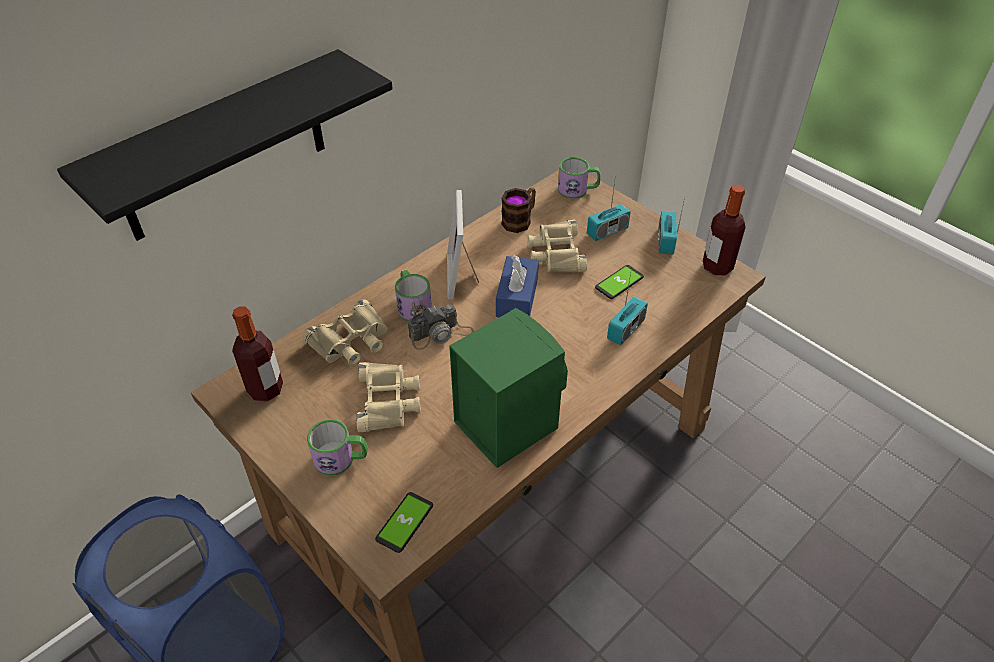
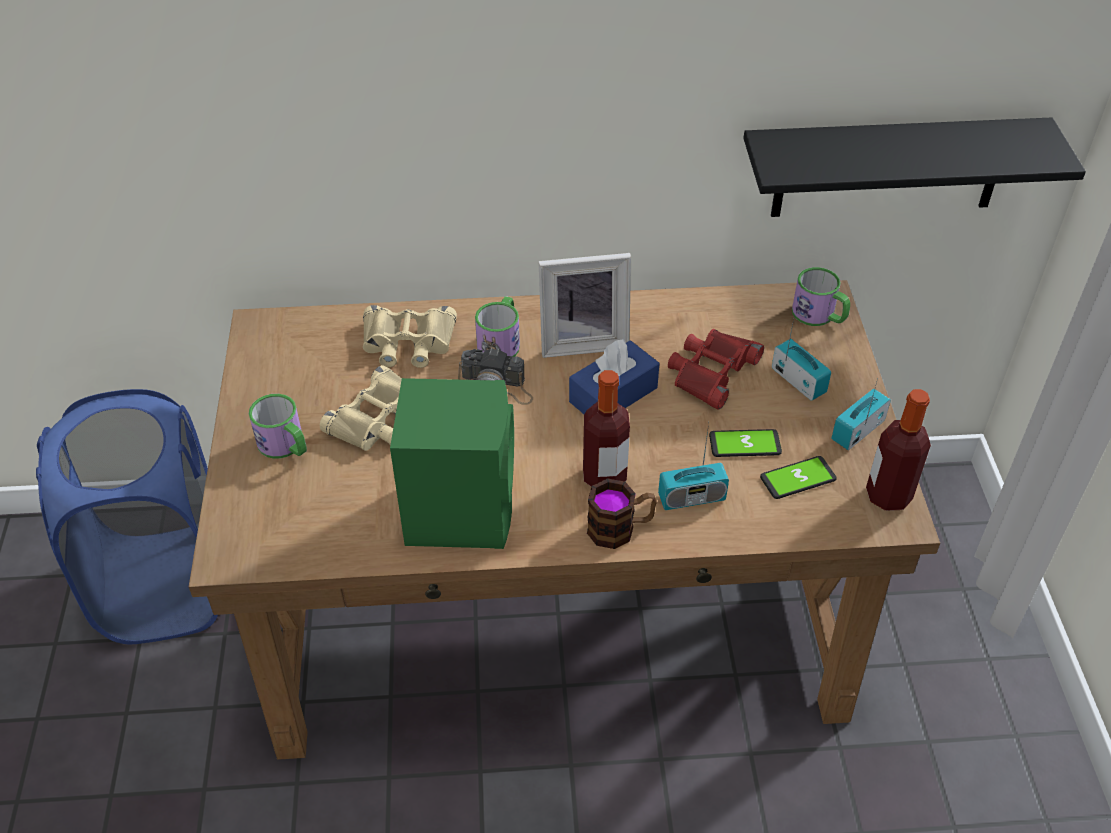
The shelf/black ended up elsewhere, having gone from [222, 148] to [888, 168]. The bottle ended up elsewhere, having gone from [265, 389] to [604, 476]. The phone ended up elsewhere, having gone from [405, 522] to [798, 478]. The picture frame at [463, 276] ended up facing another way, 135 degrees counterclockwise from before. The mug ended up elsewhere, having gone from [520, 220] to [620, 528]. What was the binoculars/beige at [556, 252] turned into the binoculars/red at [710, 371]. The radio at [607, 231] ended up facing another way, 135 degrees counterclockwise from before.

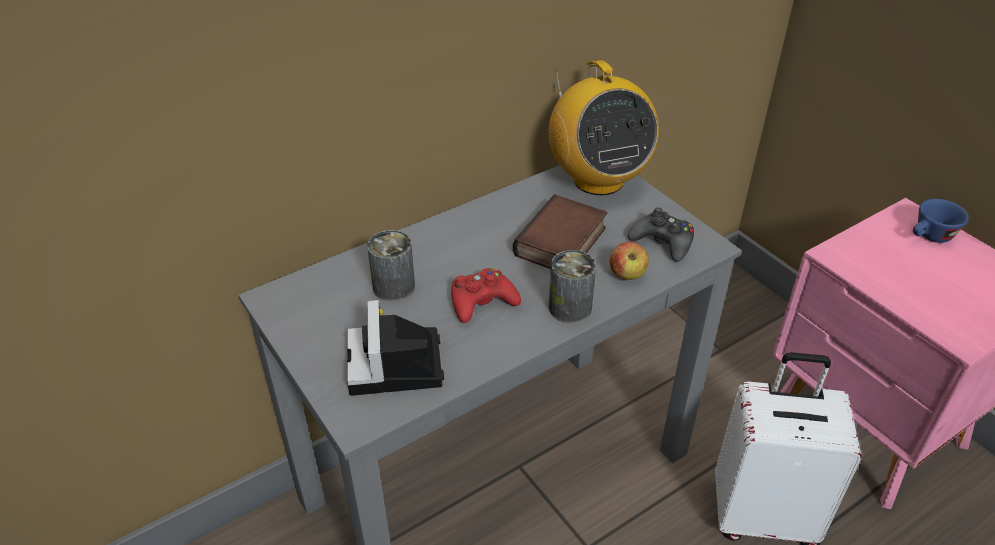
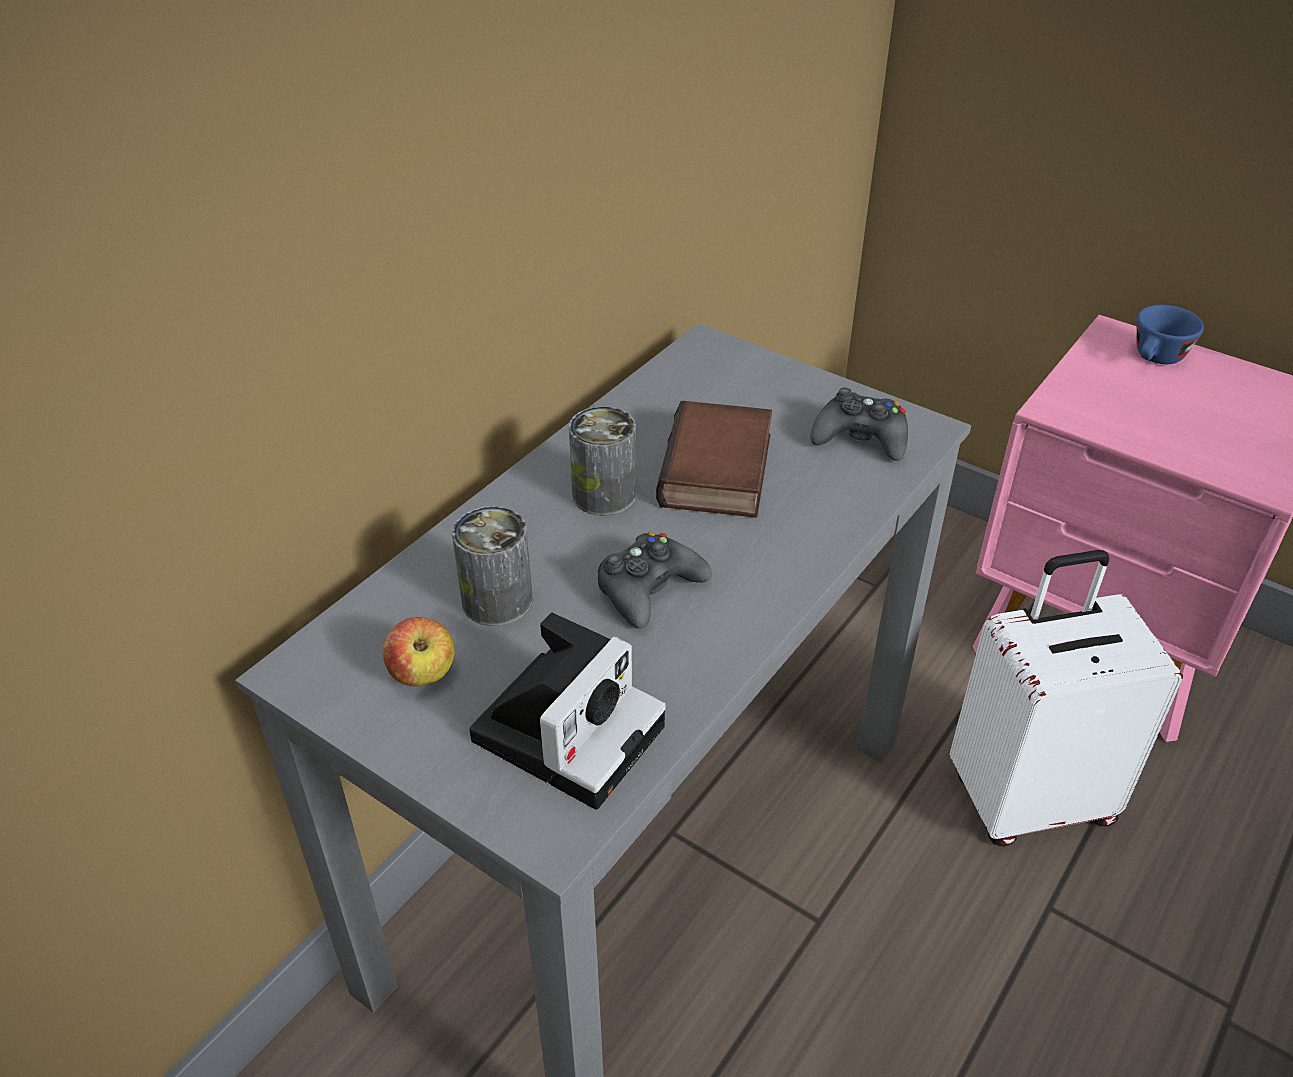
The photo camera at [396, 367] ended up facing another way, 120 degrees counterclockwise from before. What was the game controller/red at [482, 302] turned into the game controller/black at [649, 589]. The second view lost the radio at [597, 180]. The can ended up elsewhere, having gone from [570, 308] to [604, 494]. The apple ended up elsewhere, having gone from [627, 275] to [423, 674].

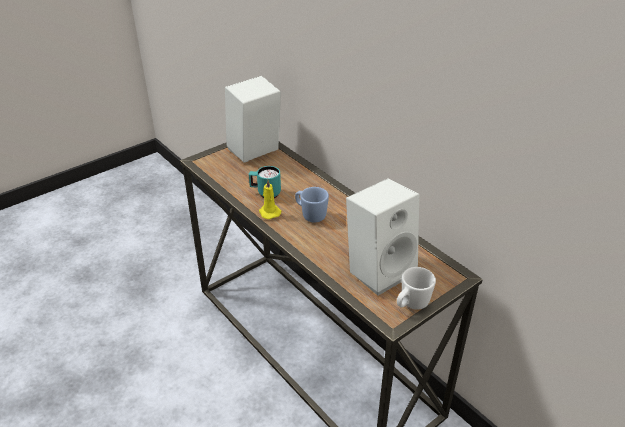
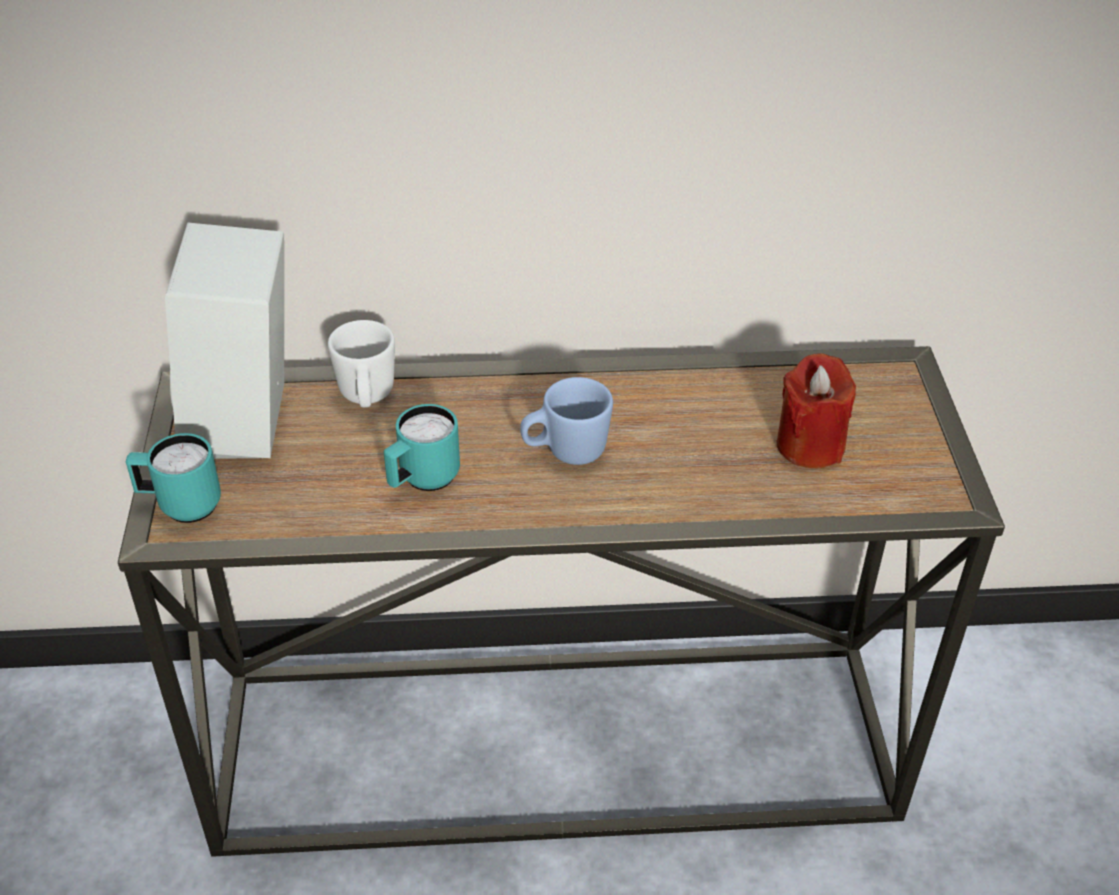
The second view lost the candle/yellow at [269, 212]. Where the speaker/white stood at [379, 269], the candle/red came to stand at [810, 445]. The mug/white ended up elsewhere, having gone from [411, 304] to [367, 398]. The second view gained the mug/turquoise at [180, 506].

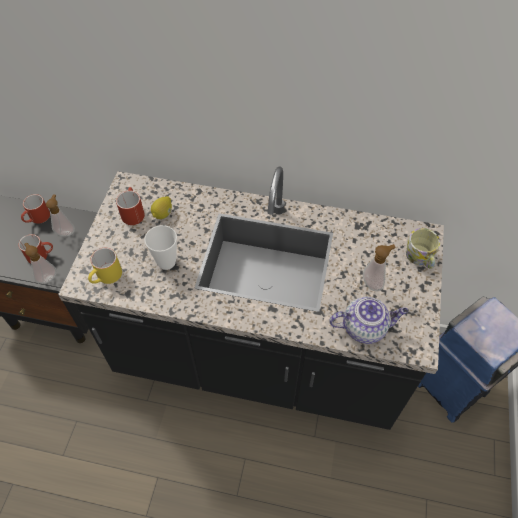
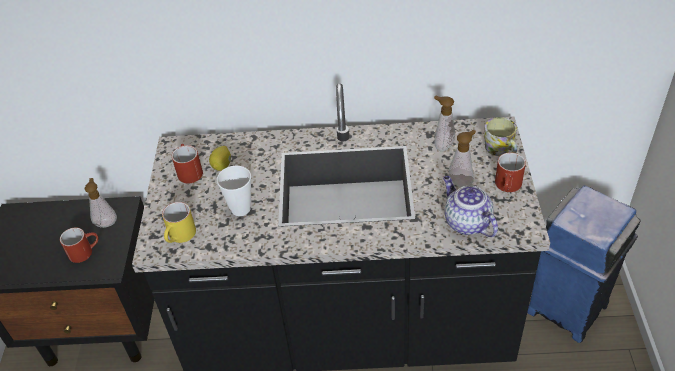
The mug/red ended up elsewhere, having gone from [37, 219] to [508, 187]. The soap dispenser ended up elsewhere, having gone from [47, 277] to [442, 145]. The teapot at [365, 327] ended up facing another way, 105 degrees counterclockwise from before.

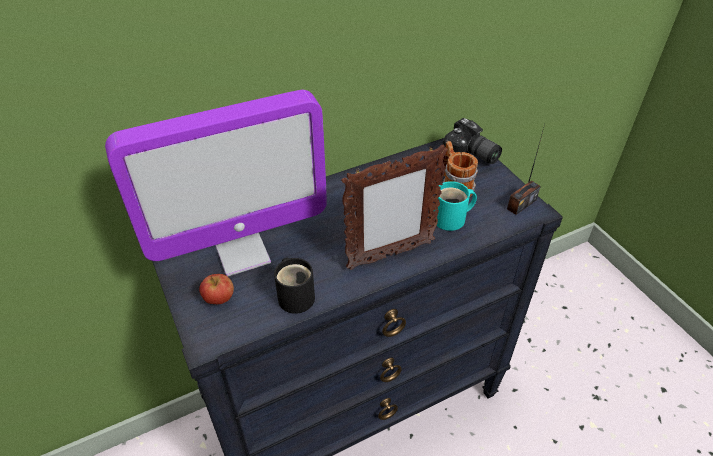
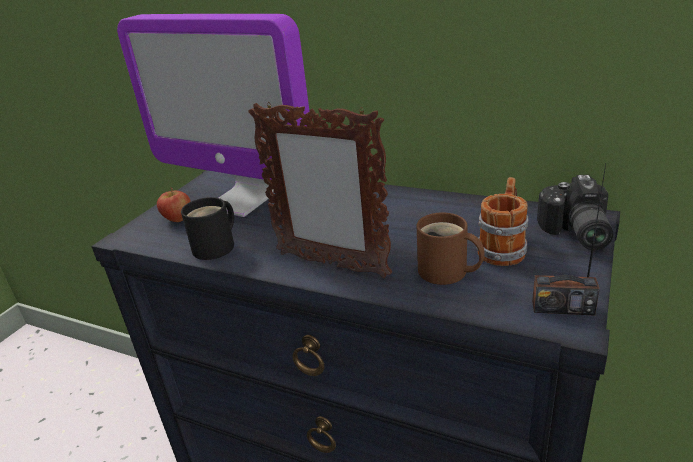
What was the mug/turquoise at [452, 219] turned into the mug/brown at [446, 273].

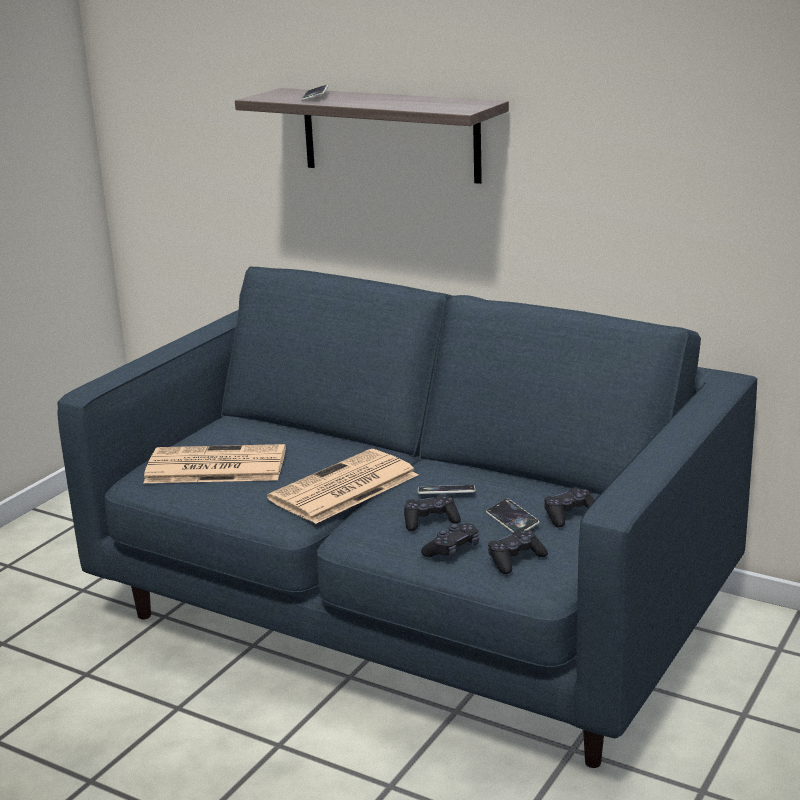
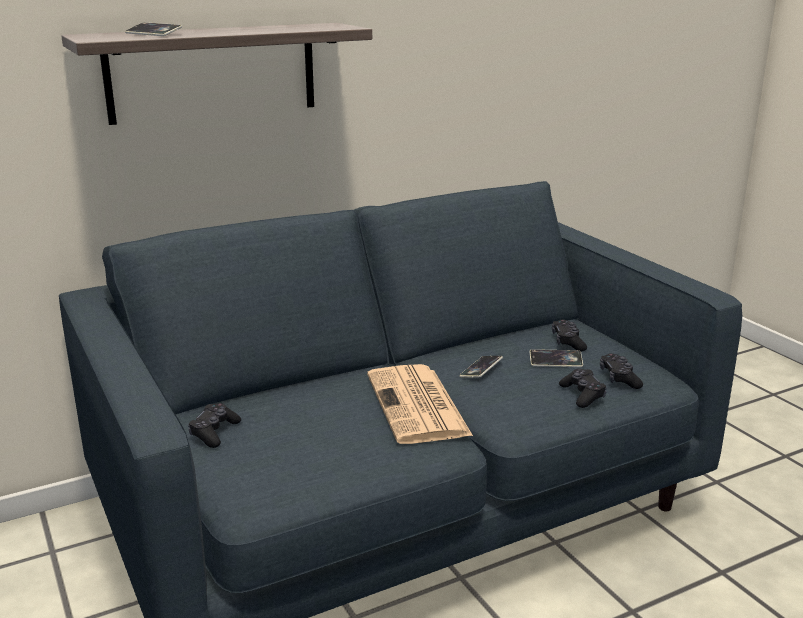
The second view lost the newspaper at [214, 467]. The game controller/black ended up elsewhere, having gone from [430, 521] to [214, 432].

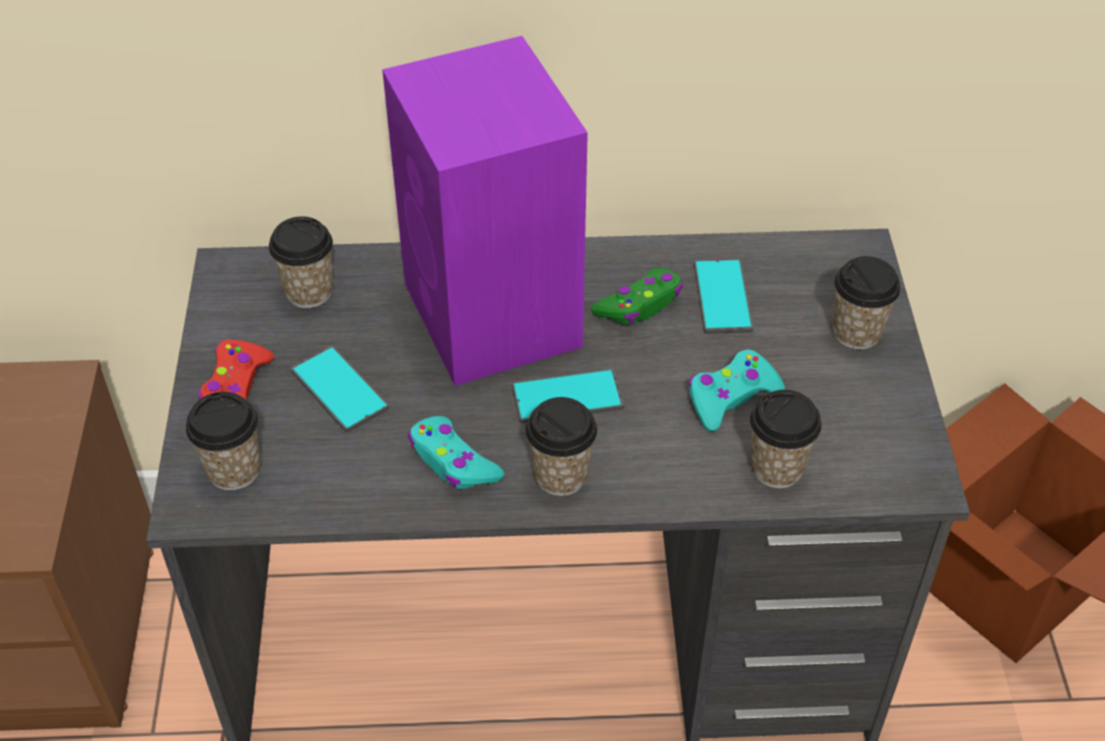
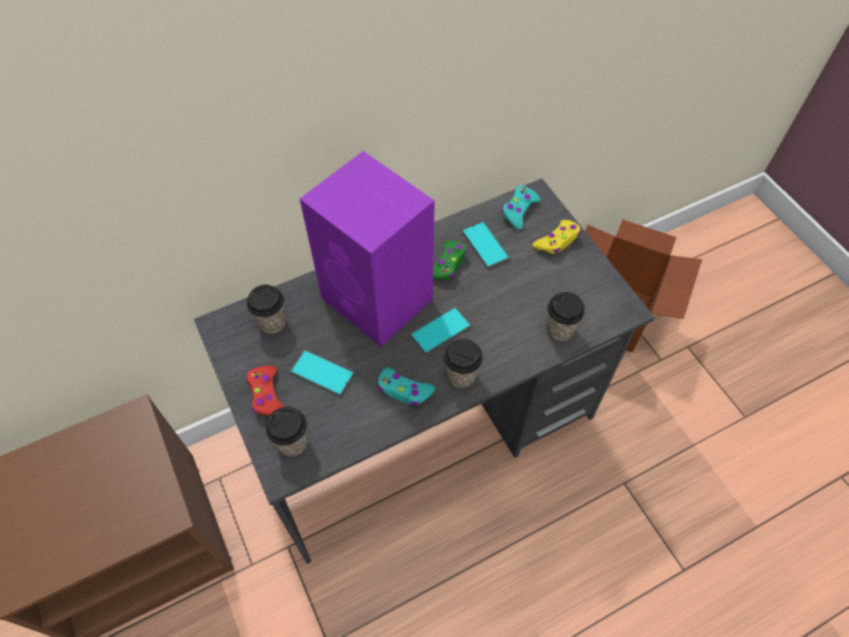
The game controller/turquoise ended up elsewhere, having gone from [731, 397] to [519, 210]. Where the cup stood at [856, 332], the game controller/yellow came to stand at [557, 241].

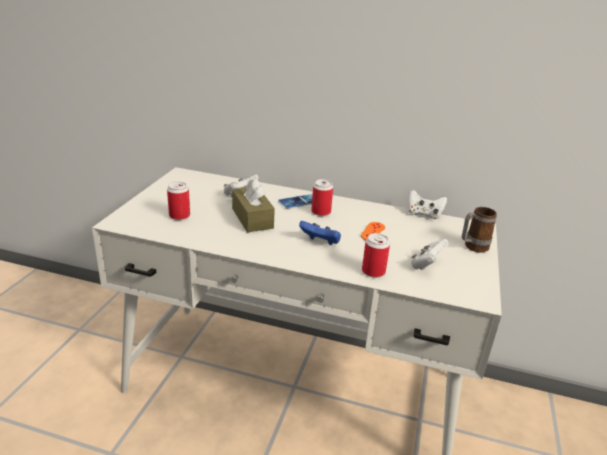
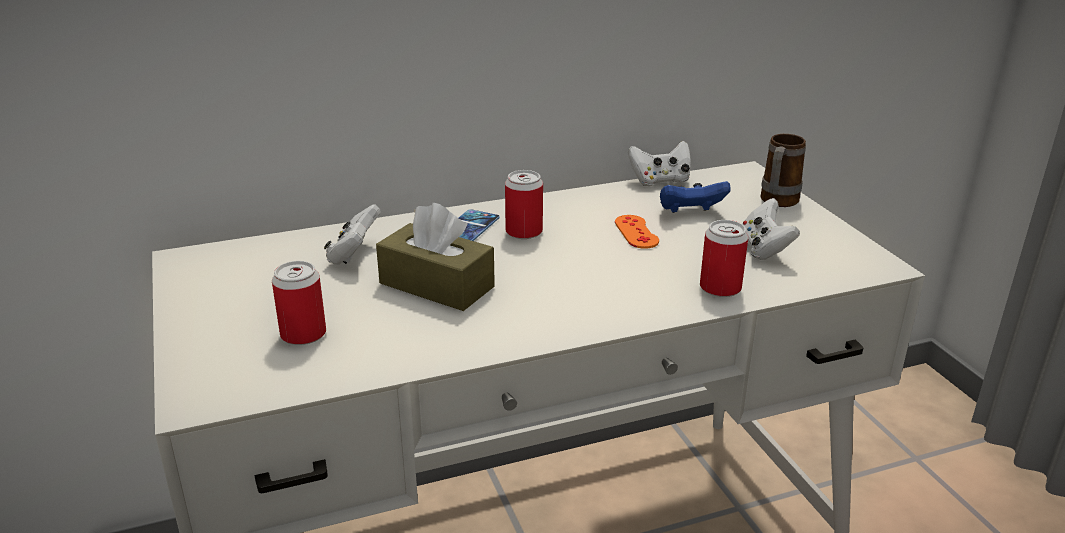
The game controller/blue ended up elsewhere, having gone from [320, 242] to [690, 212].

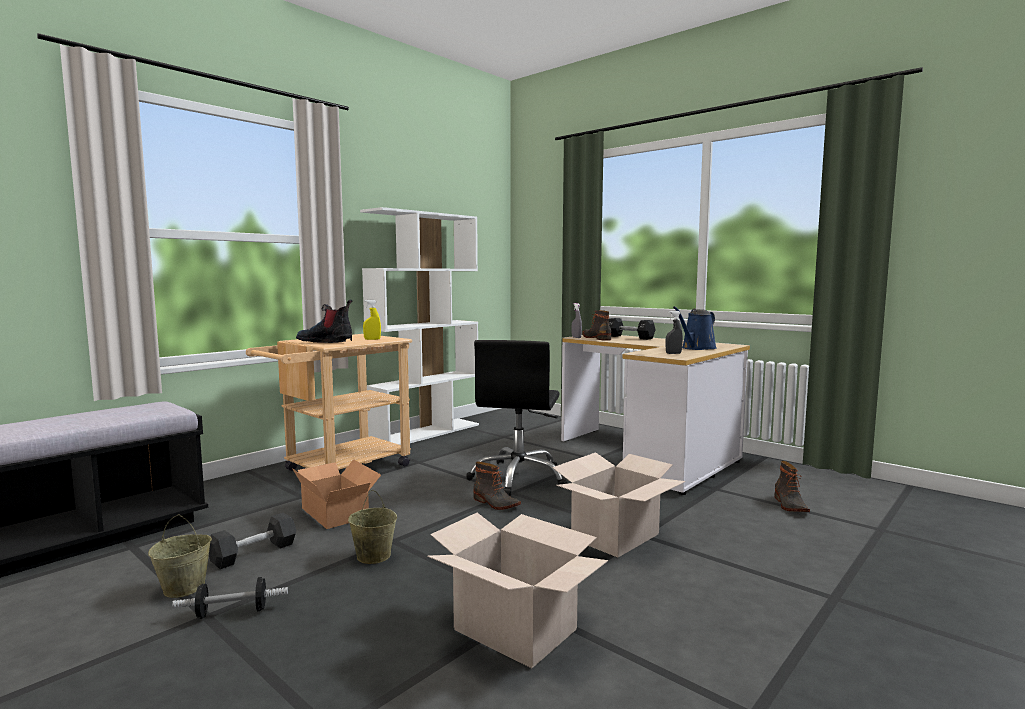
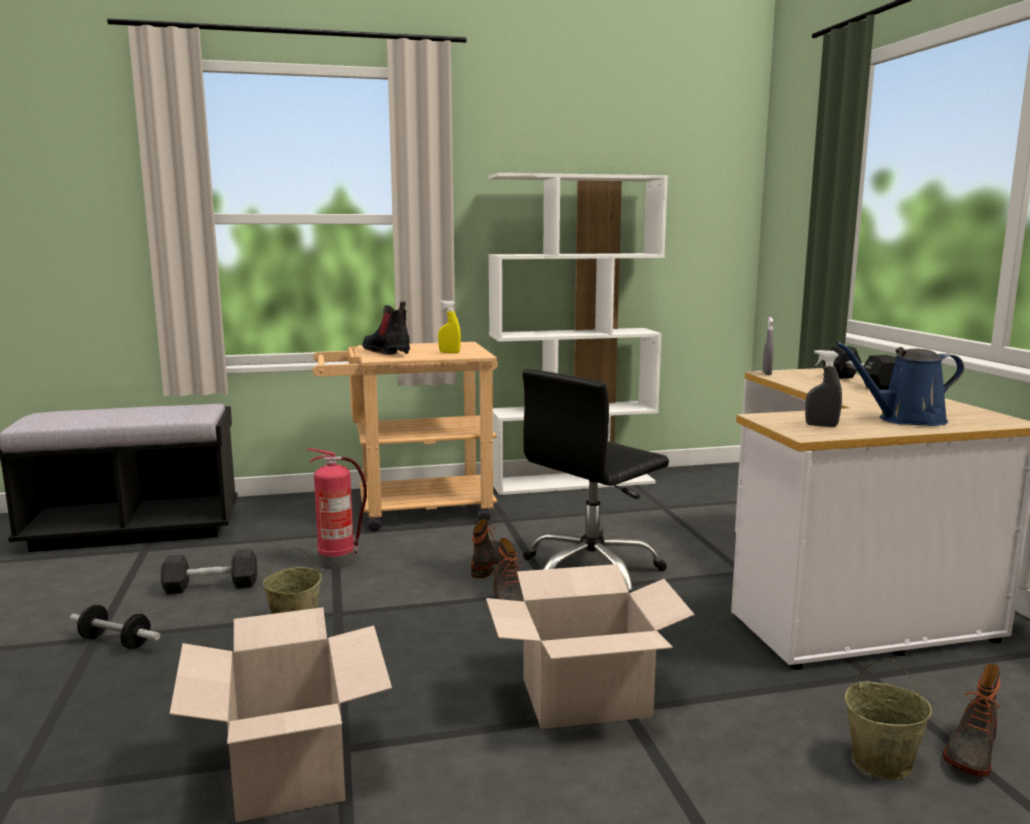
The bucket/beige ended up elsewhere, having gone from [185, 588] to [882, 762]. Where the cardboard box stood at [337, 511], the fire extinguisher came to stand at [338, 561]. The boot ended up elsewhere, having gone from [597, 338] to [488, 563].

